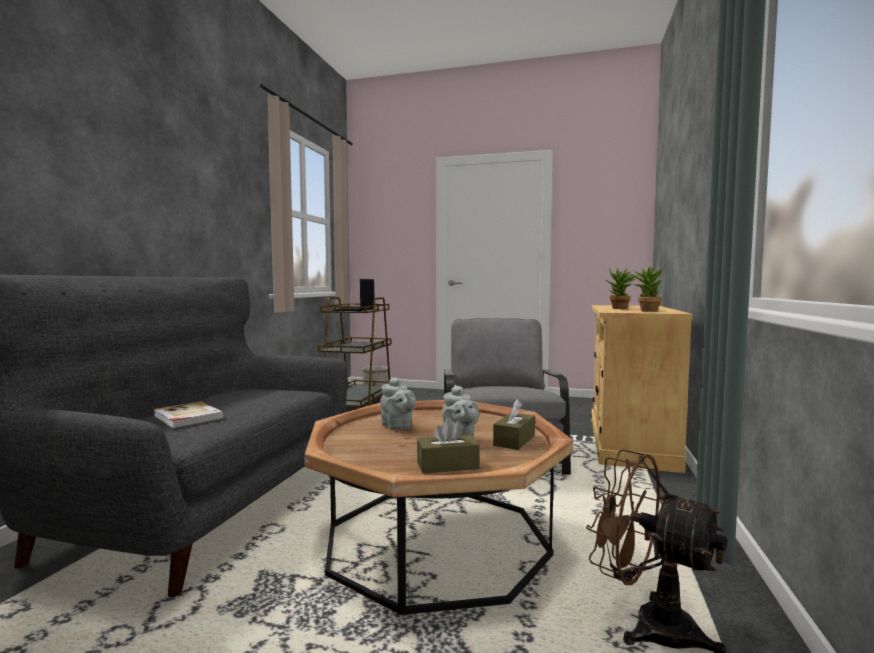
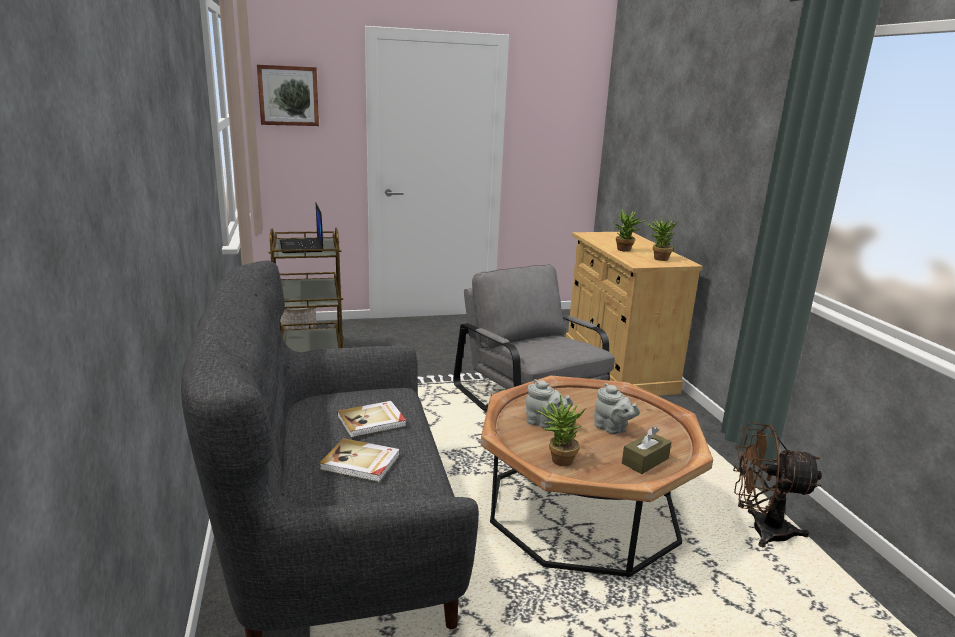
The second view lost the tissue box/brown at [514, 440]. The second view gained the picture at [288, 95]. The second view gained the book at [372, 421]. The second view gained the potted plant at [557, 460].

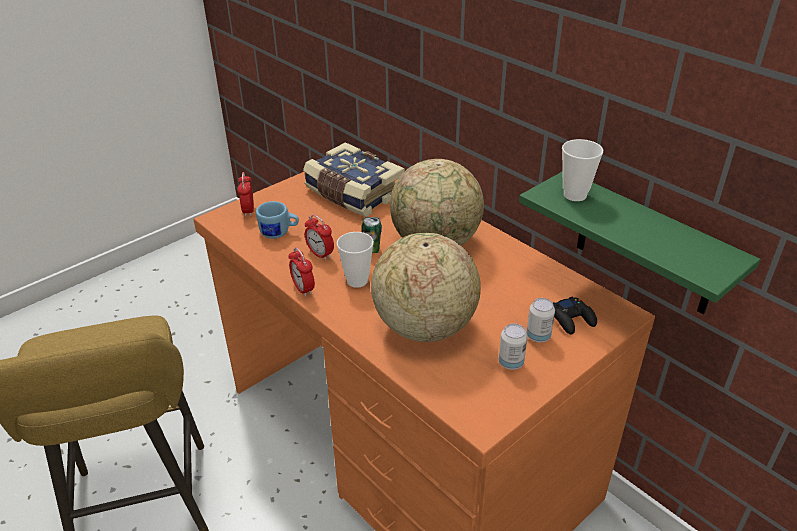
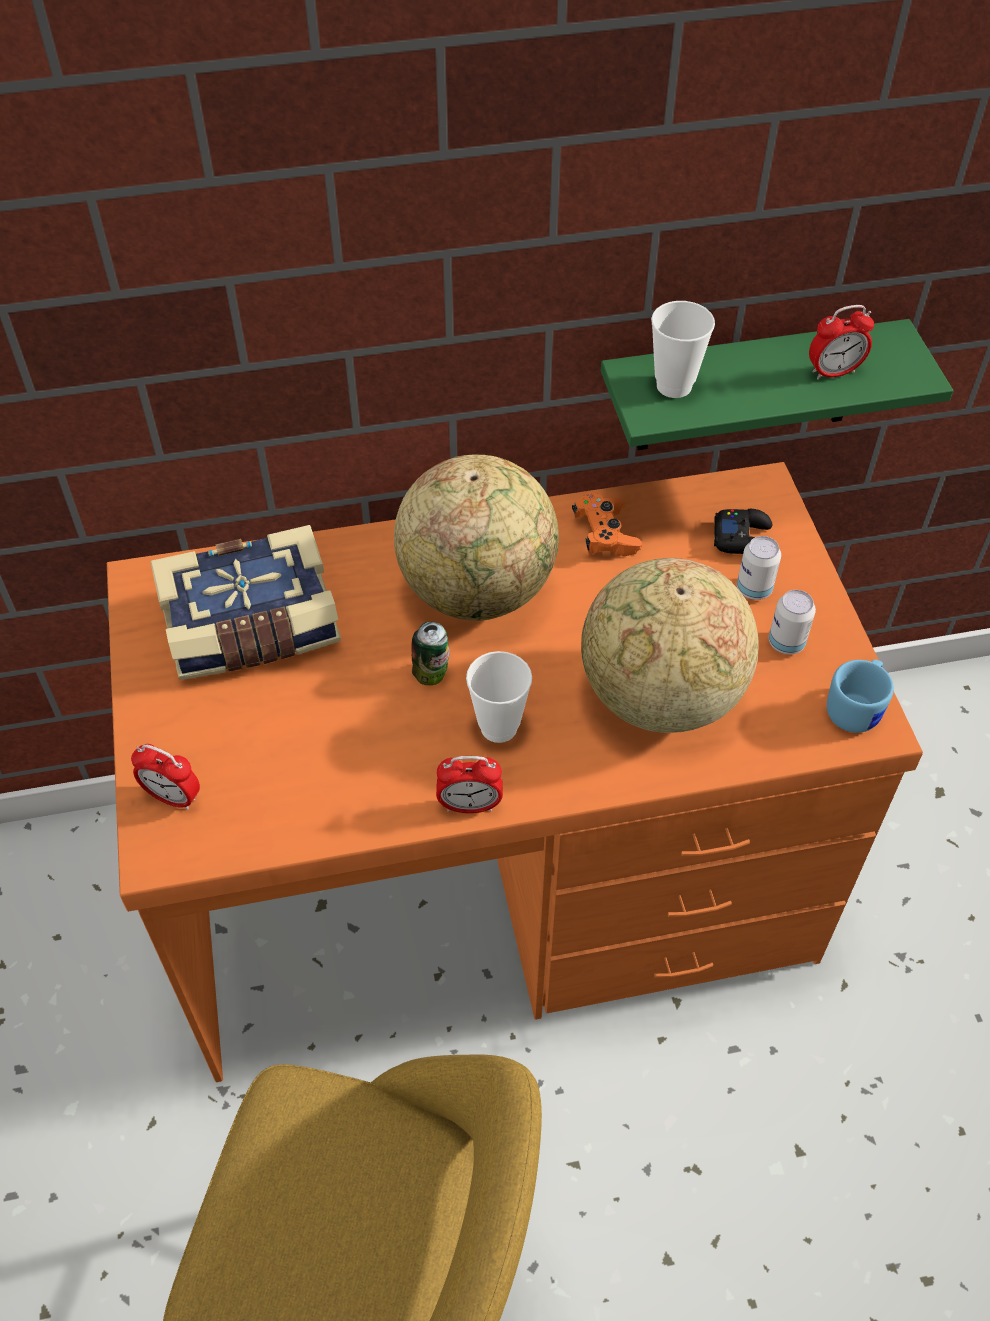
The mug/blue ended up elsewhere, having gone from [279, 233] to [857, 708]. The alarm clock ended up elsewhere, having gone from [320, 254] to [833, 372]. The second view gained the game controller/orange at [605, 535].

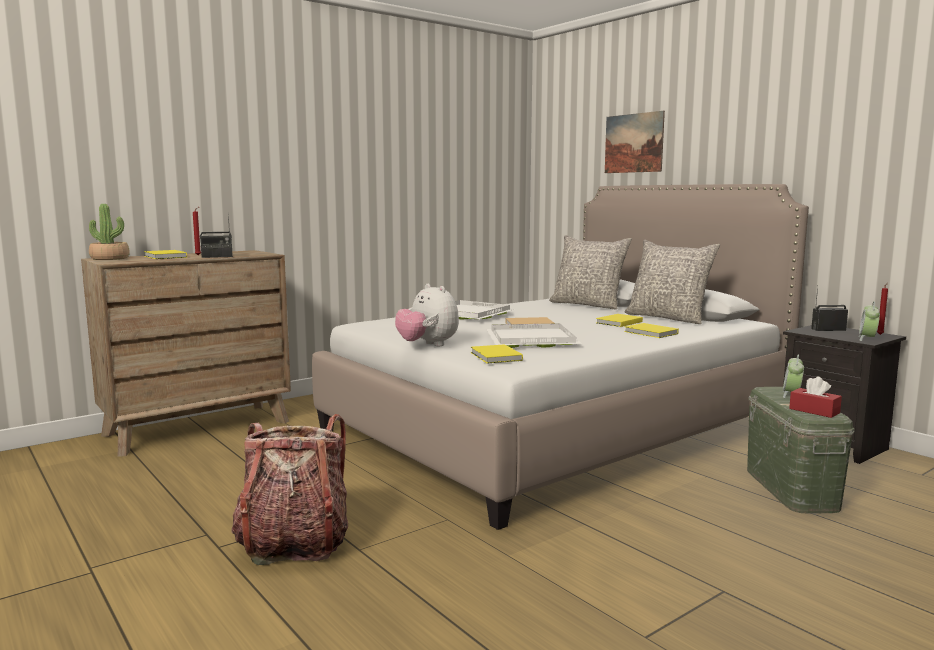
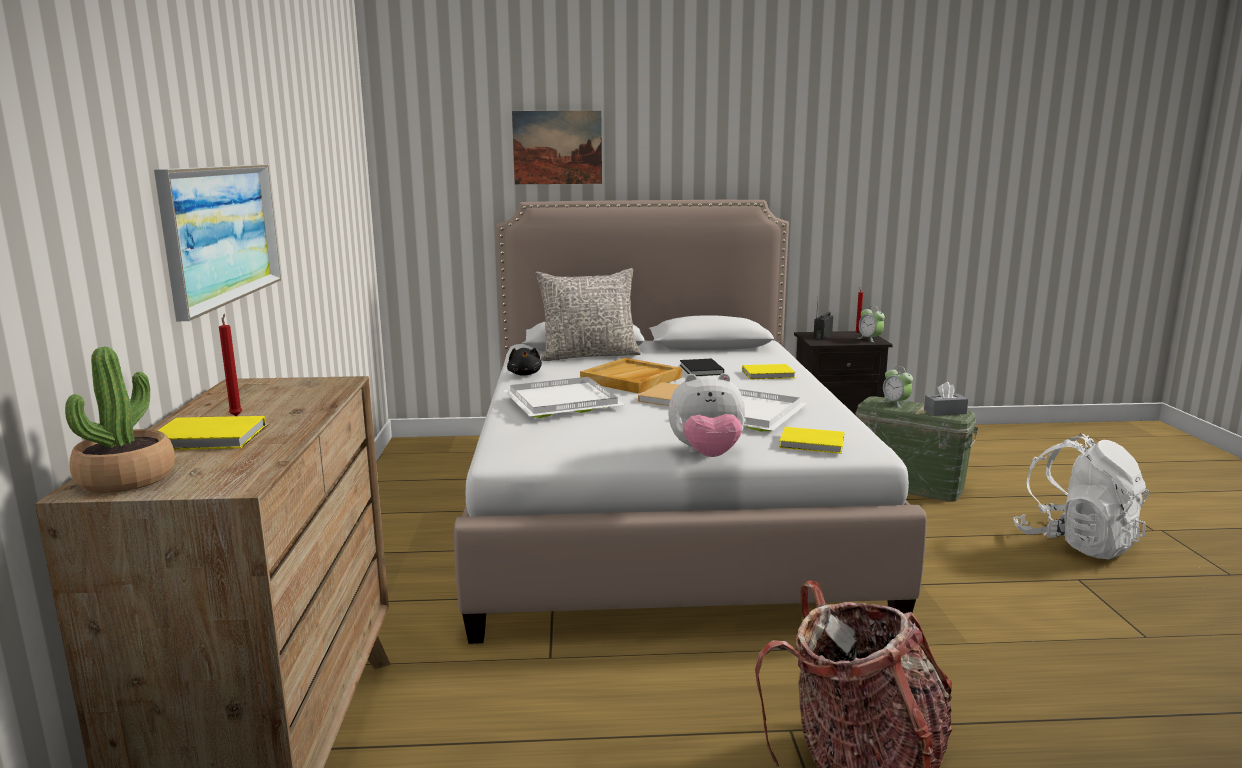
The second view lost the radio at [217, 256]. What was the book/yellow at [618, 322] turned into the book/black at [701, 370]. The second view lost the pillow/grey at [668, 318]. What was the tissue box/red at [814, 411] turned into the tissue box/grey at [945, 412]. The second view gained the picture at [221, 233]. The second view gained the plush toy/black at [525, 374]. The second view gained the tray/beige at [631, 379]. The second view gained the backpack/white at [1076, 543].

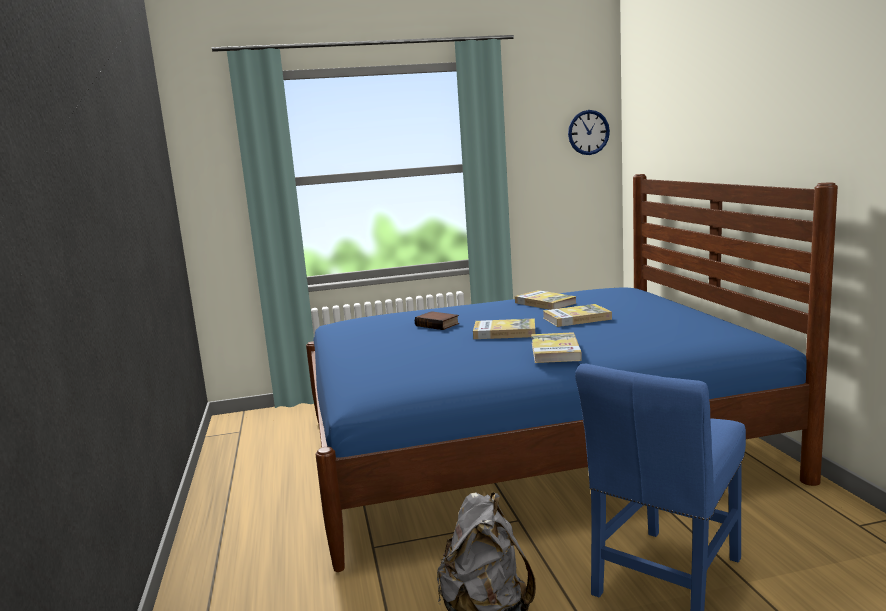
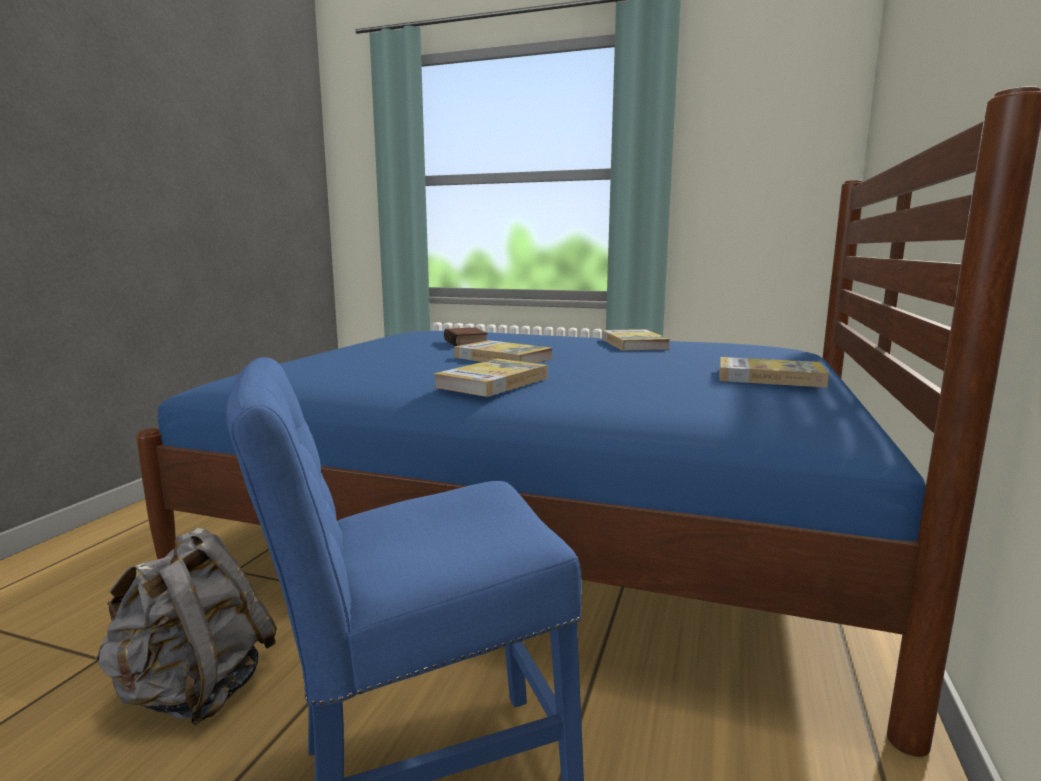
The book ended up elsewhere, having gone from [577, 318] to [769, 377]. The second view lost the wall clock at [588, 132].

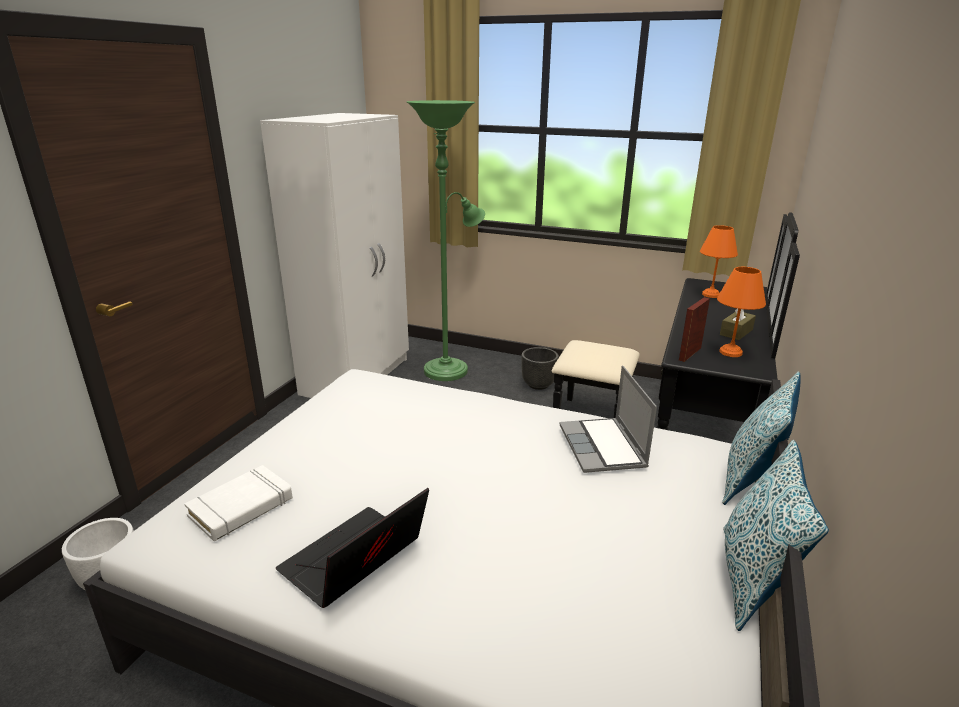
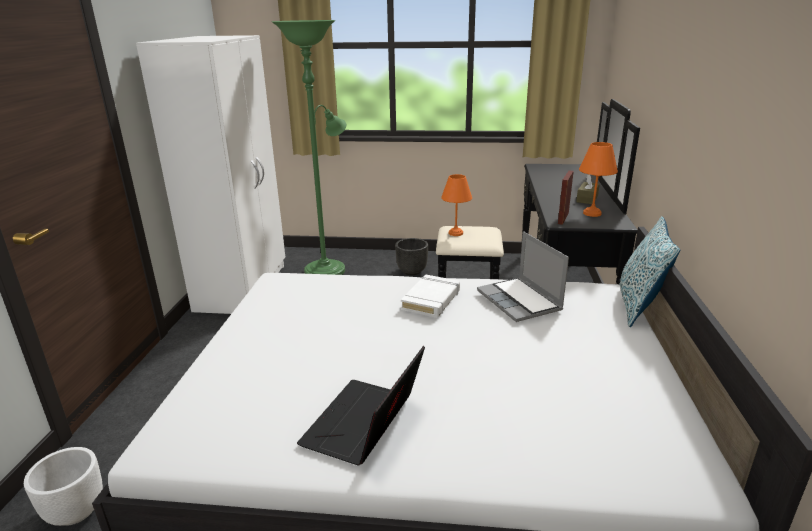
The book/white ended up elsewhere, having gone from [242, 508] to [431, 300]. The table lamp/orange ended up elsewhere, having gone from [711, 295] to [456, 233]. The second view lost the pillow at [752, 579].

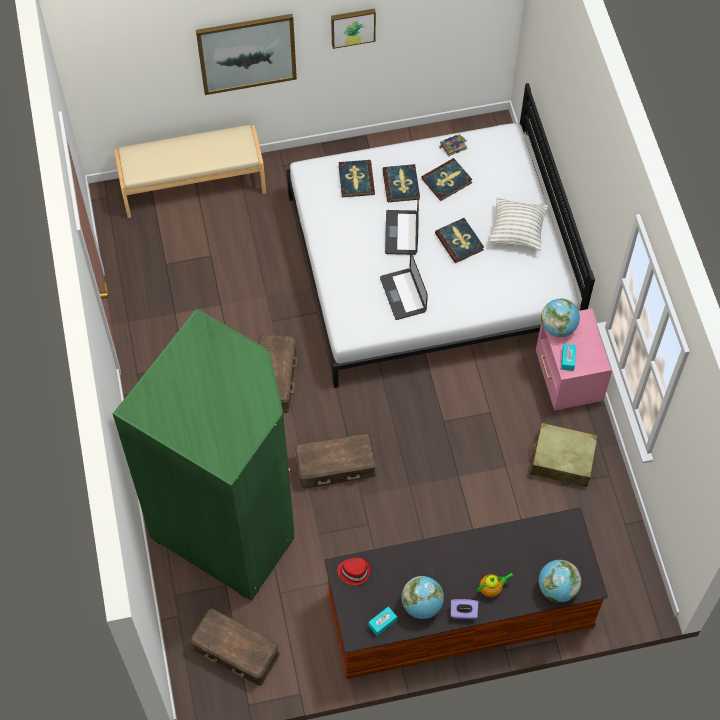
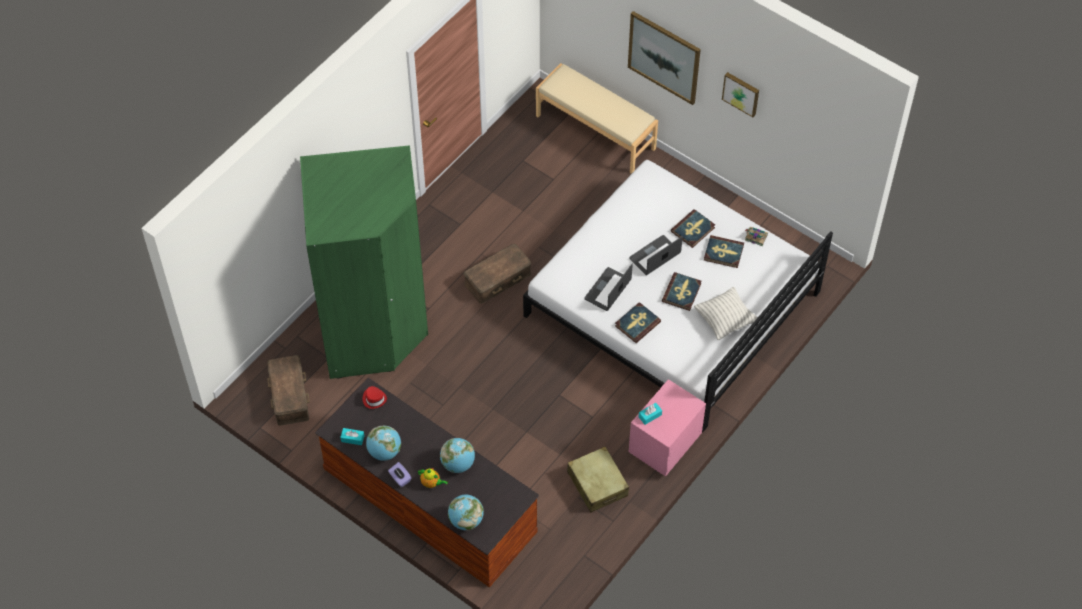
The second view lost the storage box/brown at [335, 467]. The book ended up elsewhere, having gone from [356, 180] to [637, 324]. The globe ended up elsewhere, having gone from [558, 327] to [458, 464].

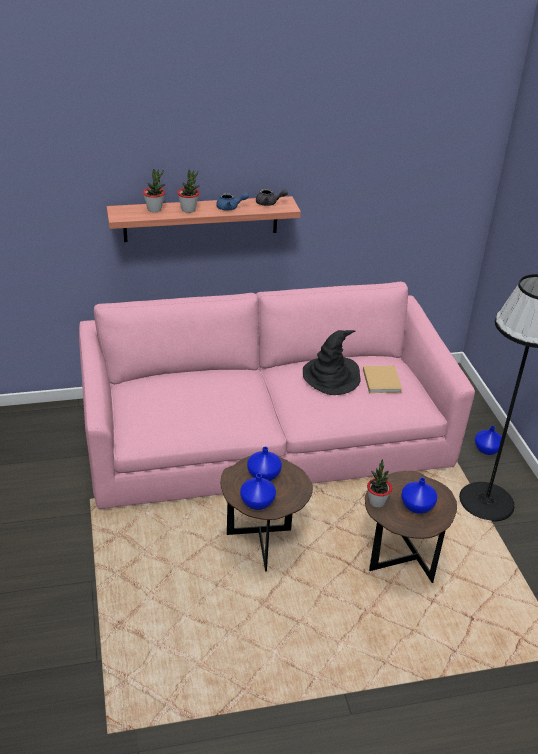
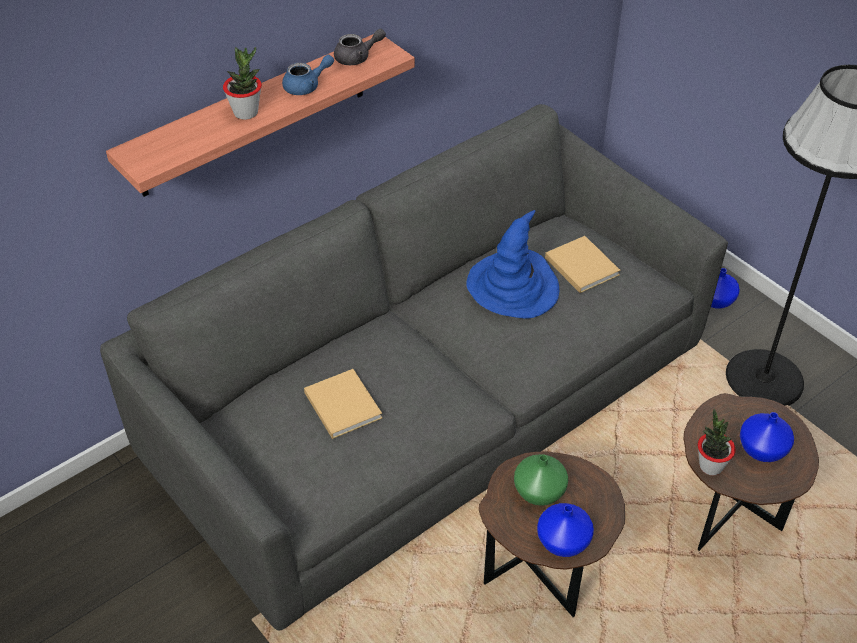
What was the sofa/pink at [265, 435] turned into the sofa/grey at [428, 398]. The second view lost the potted plant at [154, 209]. What was the vase/blue at [264, 476] turned into the vase/green at [540, 492]. What was the hat/black at [331, 377] turned into the hat/blue at [513, 286]. The second view gained the book/beige at [342, 404].

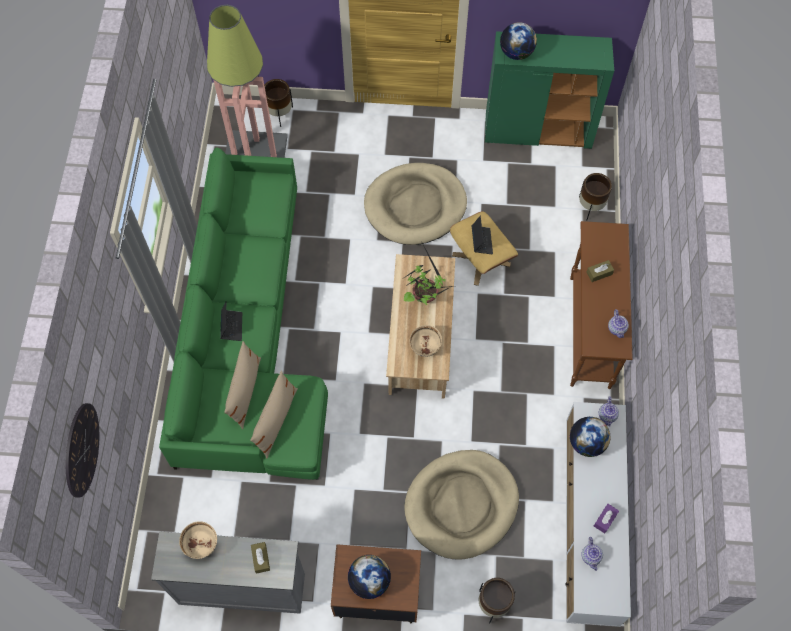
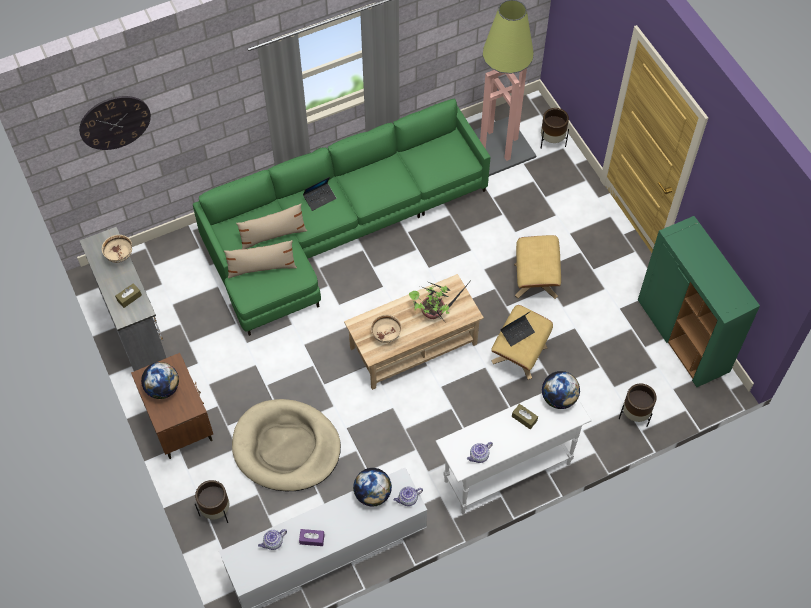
Where the dog bed/beige stood at [415, 206], the ottoman/beige came to stand at [536, 280]. The globe ended up elsewhere, having gone from [516, 53] to [558, 398]. What was the console table/brown at [589, 332] turned into the console table/white at [506, 472].

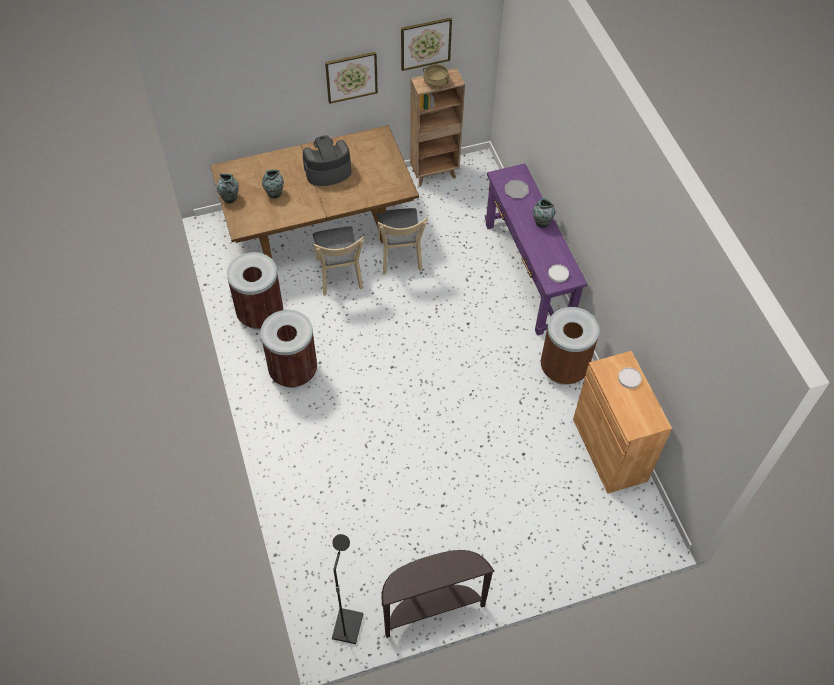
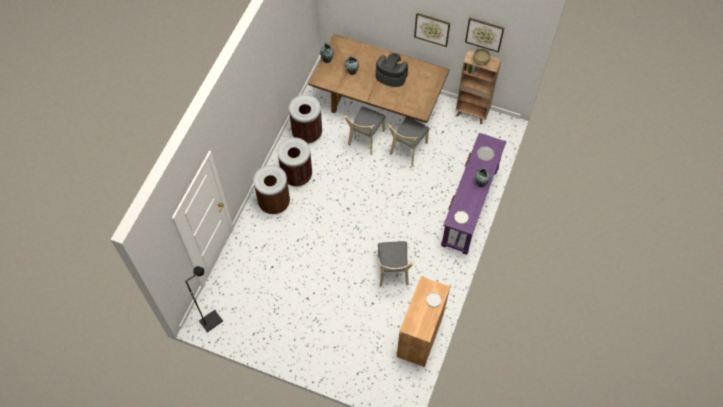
The second view lost the console table/brown at [431, 609]. The trash can/brown ended up elsewhere, having gone from [563, 368] to [274, 203]. The second view gained the chair/beige at [392, 273].

